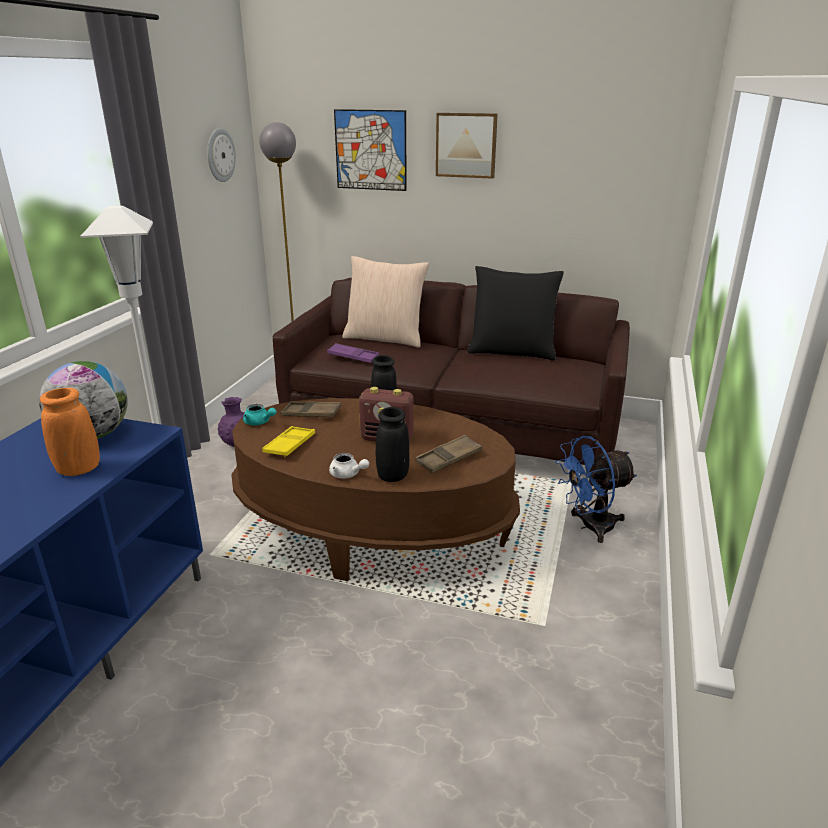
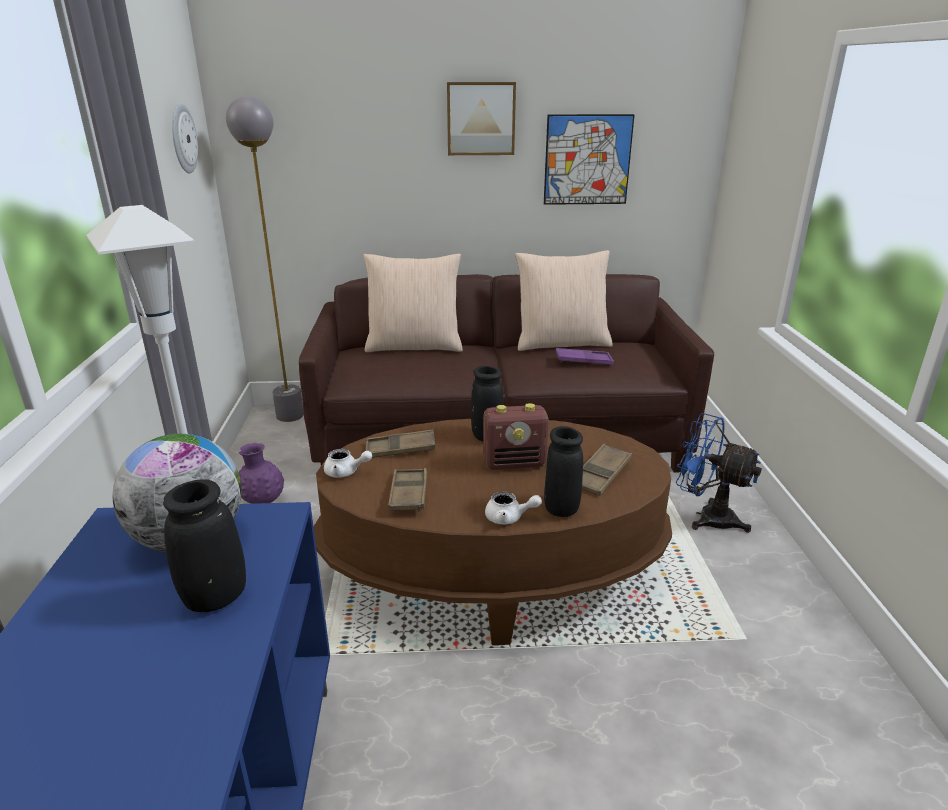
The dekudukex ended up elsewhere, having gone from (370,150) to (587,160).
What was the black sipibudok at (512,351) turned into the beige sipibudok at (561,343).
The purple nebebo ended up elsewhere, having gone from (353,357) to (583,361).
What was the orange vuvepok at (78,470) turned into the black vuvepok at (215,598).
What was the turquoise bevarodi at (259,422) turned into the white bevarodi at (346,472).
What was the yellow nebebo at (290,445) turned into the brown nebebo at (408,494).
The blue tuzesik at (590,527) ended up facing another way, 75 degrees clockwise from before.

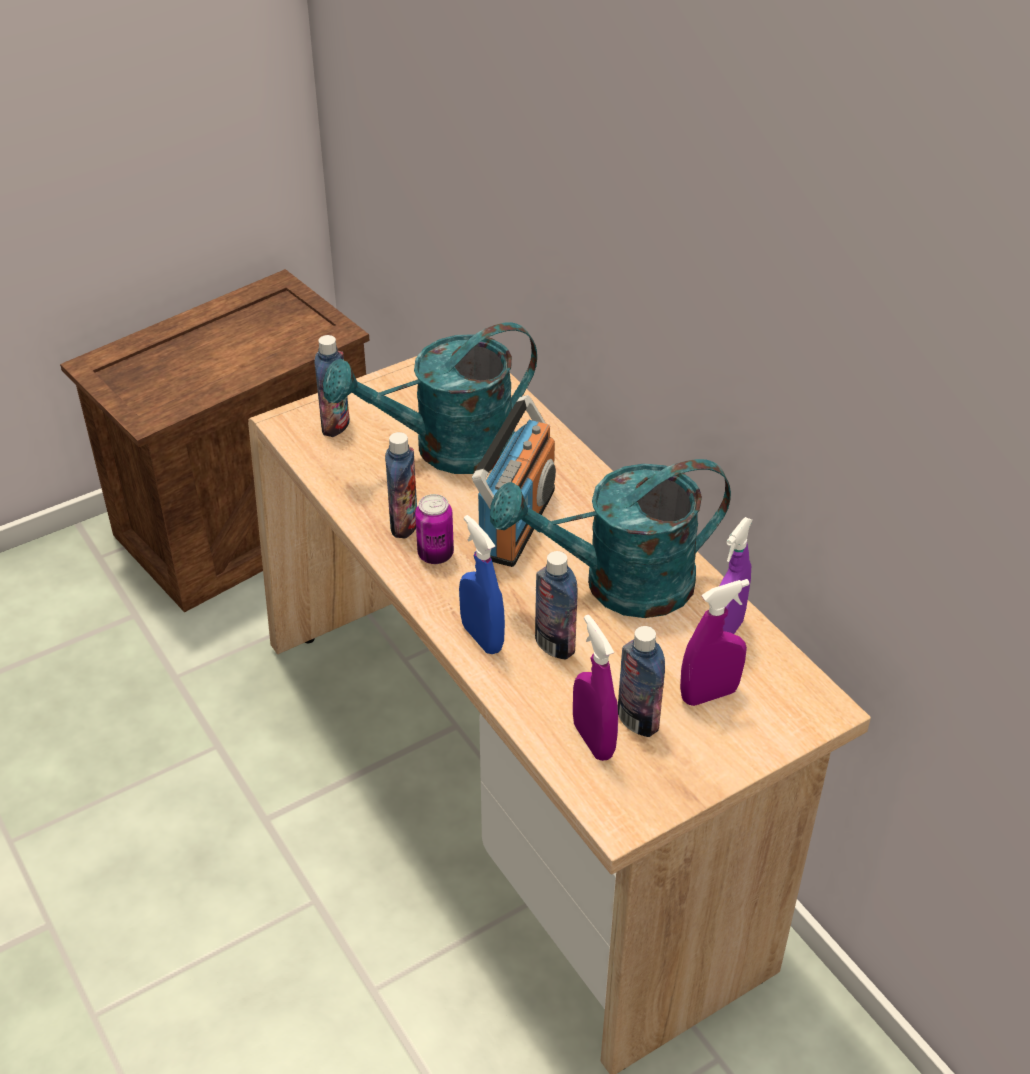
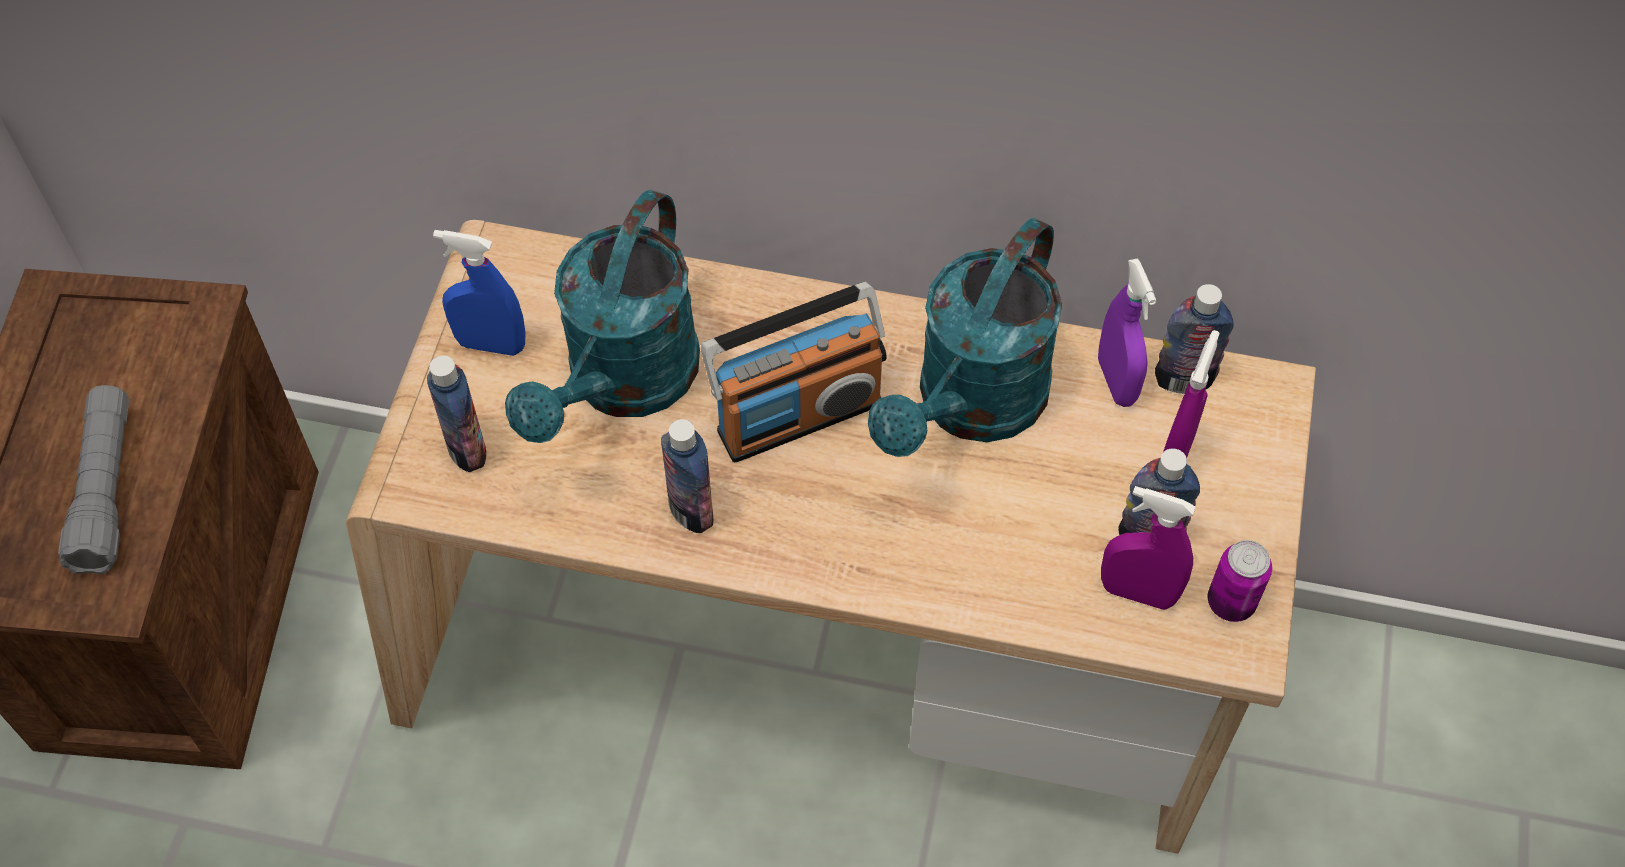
The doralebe at (517,523) ended up facing another way, 90 degrees clockwise from before.
The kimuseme ended up elsewhere, having gone from (435,555) to (1231,602).
The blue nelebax ended up elsewhere, having gone from (482,637) to (491,344).
The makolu ended up elsewhere, having gone from (554,645) to (1184,380).
The second view gained the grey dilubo at (106,490).

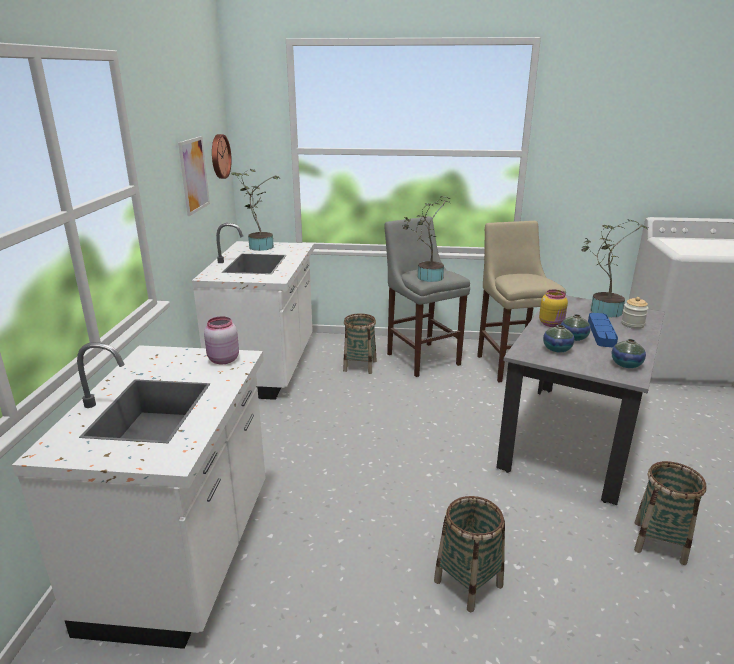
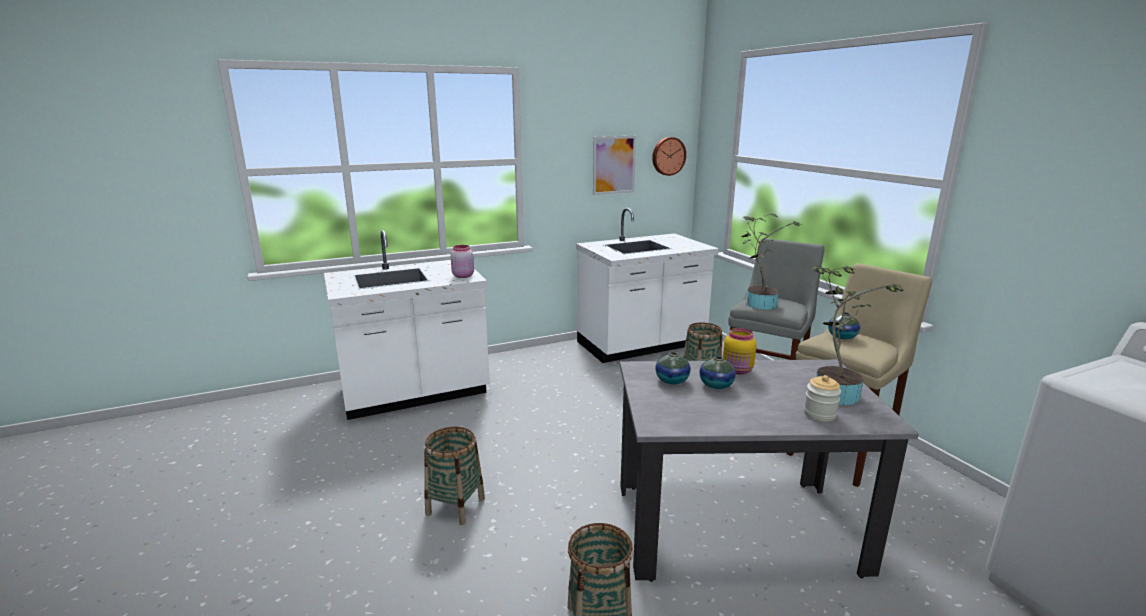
The second view lost the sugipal at (260,246).
The second view lost the blue nebebo at (601,333).
The vuvepok ended up elsewhere, having gone from (626,364) to (842,337).

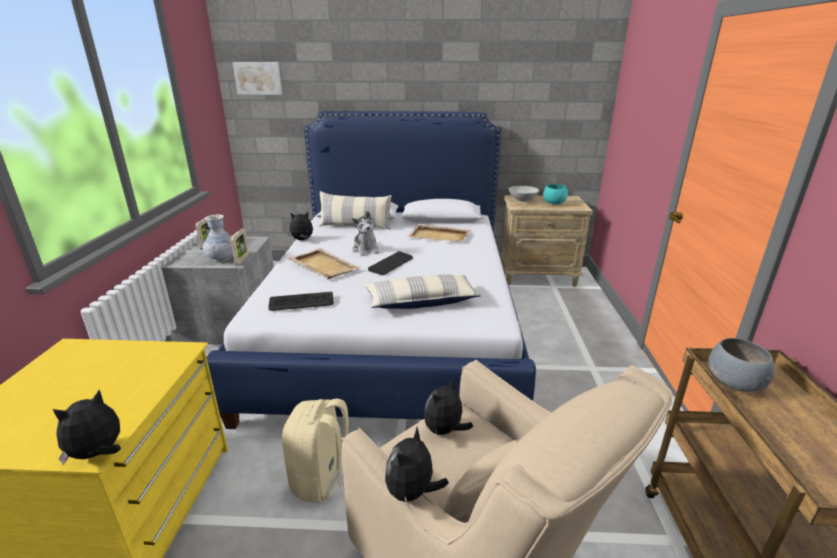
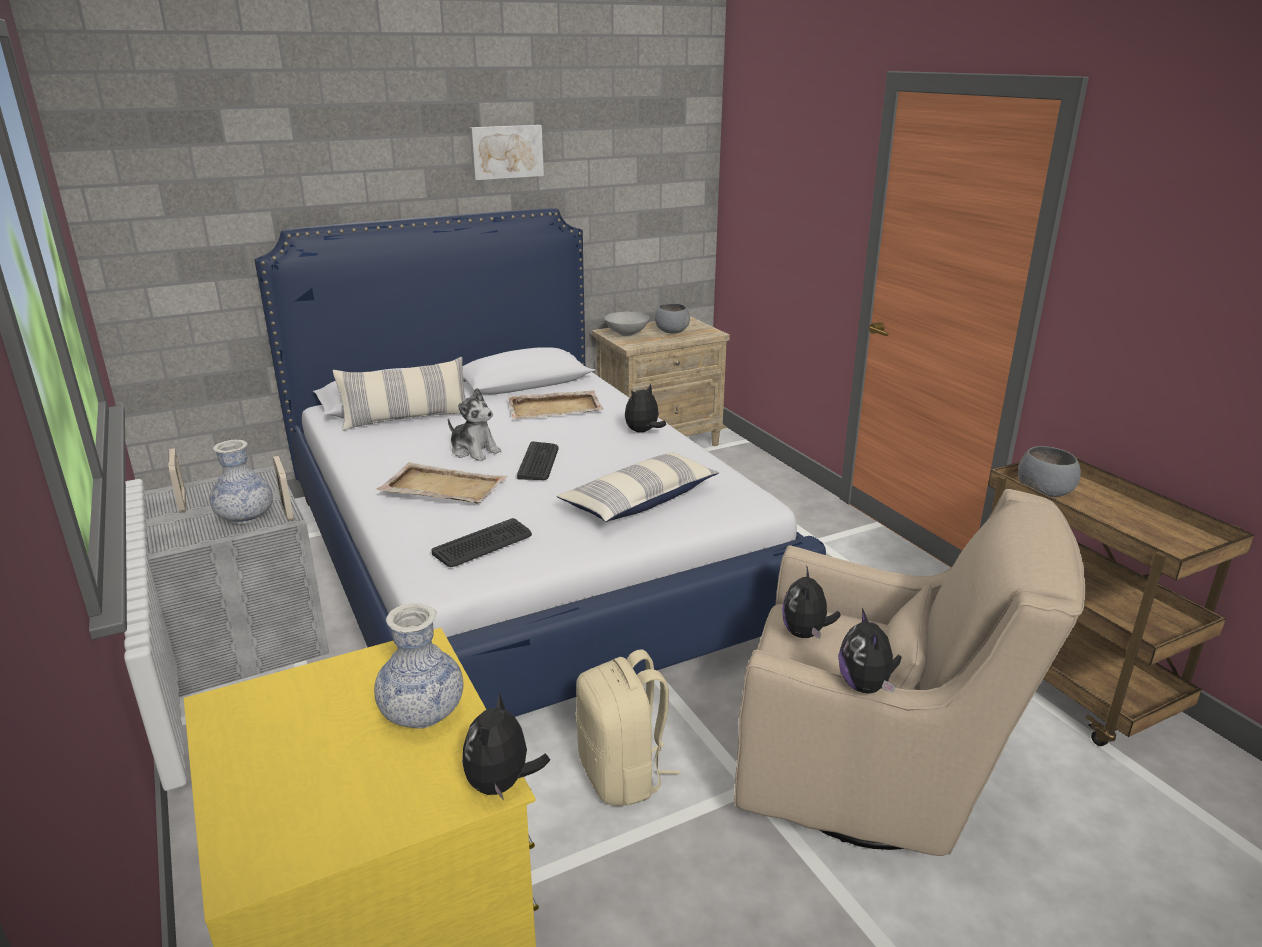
The dekudukex ended up elsewhere, having gone from (258,78) to (506,151).
What was the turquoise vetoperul at (554,203) turned into the grey vetoperul at (671,331).
The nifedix ended up elsewhere, having gone from (302,240) to (643,432).
The second view gained the vuvepok at (422,713).

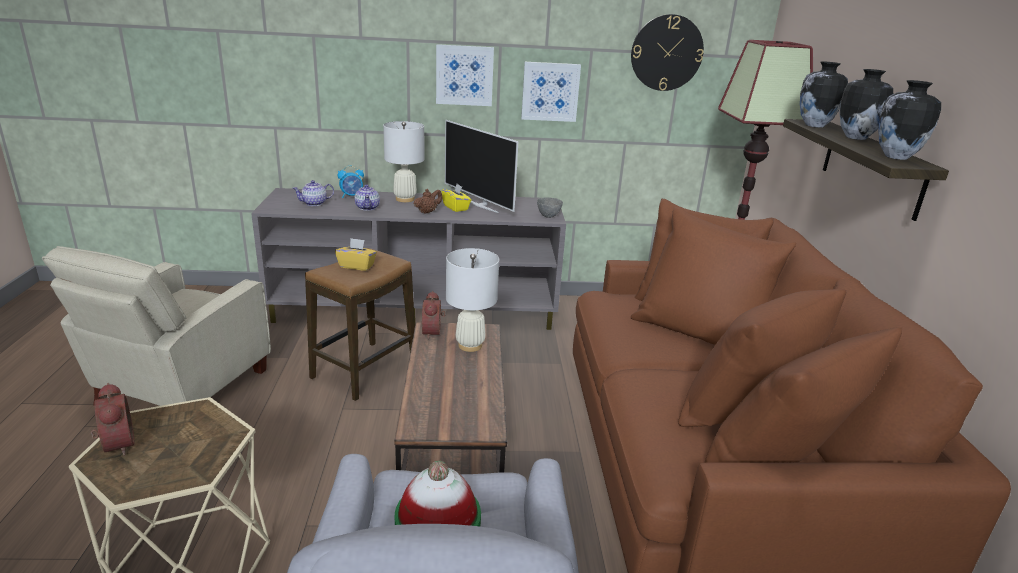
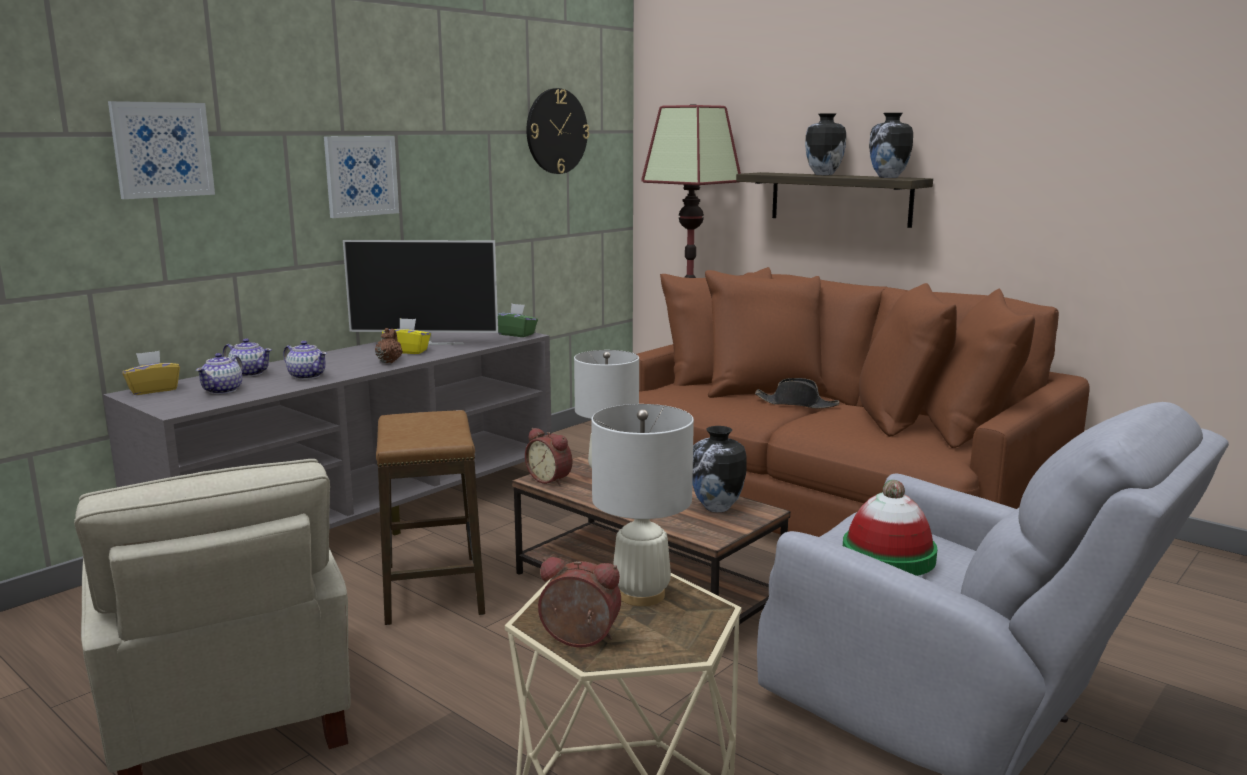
The vuvepok ended up elsewhere, having gone from (814,125) to (716,508).
The dekudukex ended up elsewhere, having gone from (550,91) to (162,150).
The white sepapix ended up elsewhere, having gone from (405,199) to (641,595).
Where the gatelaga stood at (352,196), the bevarodi came to stand at (249,373).
Where the grey vetoperul stood at (548,216), the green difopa came to stand at (516,334).
The yellow difopa ended up elsewhere, having gone from (357,266) to (153,390).
The second view gained the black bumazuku at (796,404).

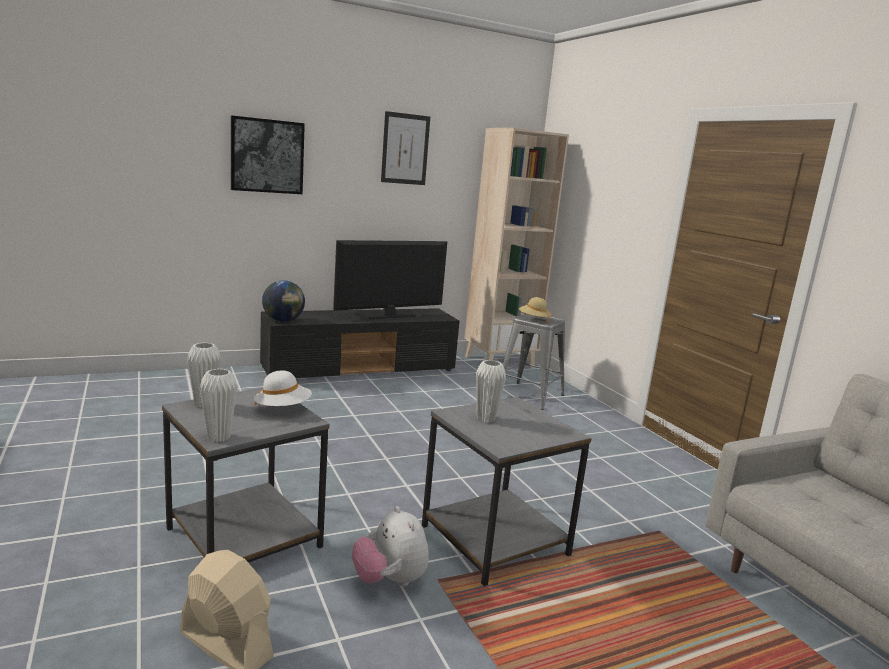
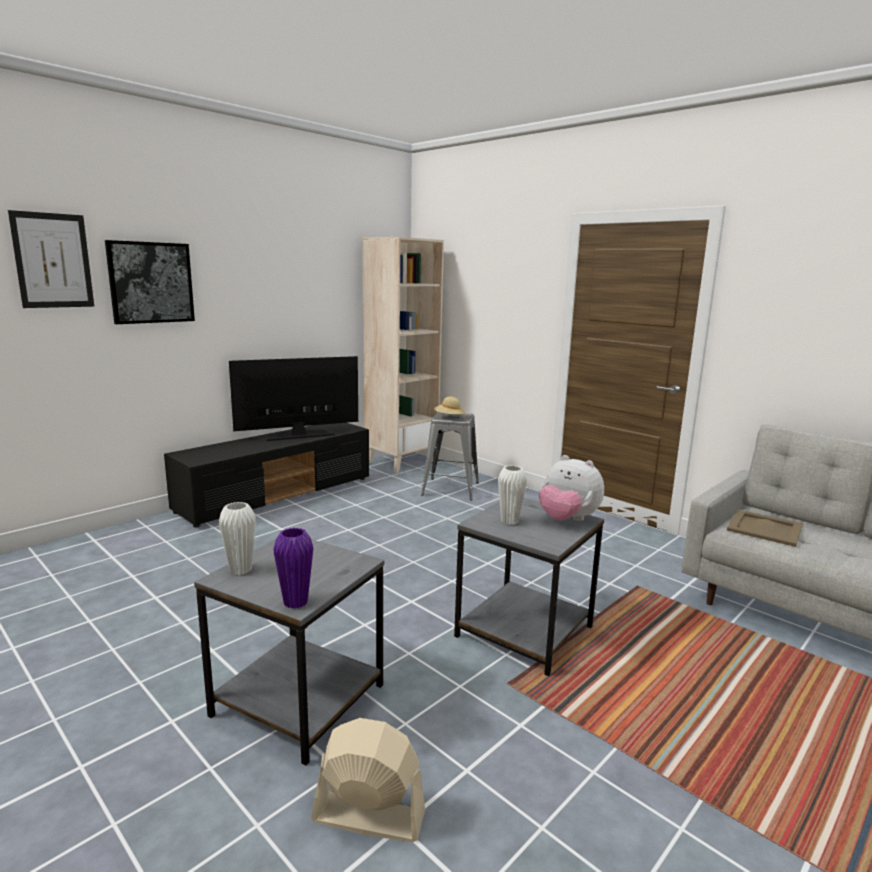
The dekudukex ended up elsewhere, having gone from (405,149) to (53,261).
The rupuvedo at (388,315) ended up facing another way, 150 degrees counterclockwise from before.
The second view lost the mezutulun at (283,321).
What was the white vuvepok at (219,437) turned into the purple vuvepok at (295,602).
The second view lost the white bumazuku at (283,409).
The nifedix ended up elsewhere, having gone from (389,580) to (567,520).
The second view gained the beige nebebo at (764,528).

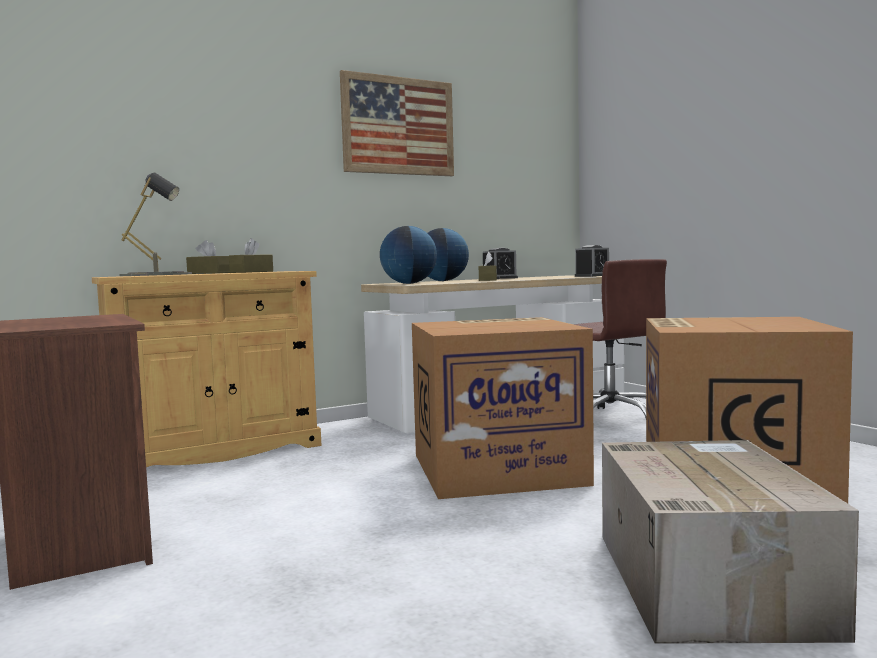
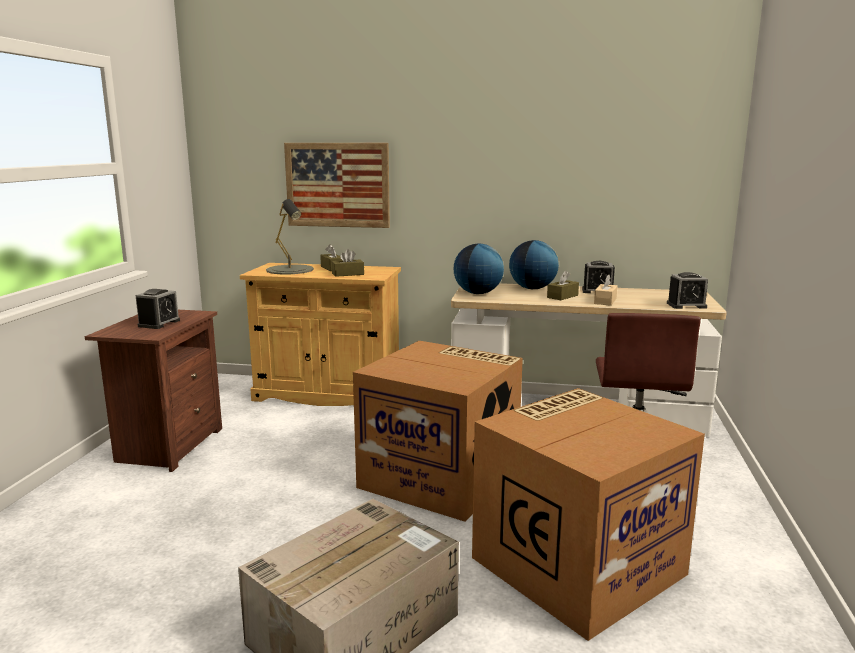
The dekudukex ended up elsewhere, having gone from (398,126) to (337,185).
The second view gained the beige difopa at (605,301).
The second view gained the gatelaga at (159,323).

